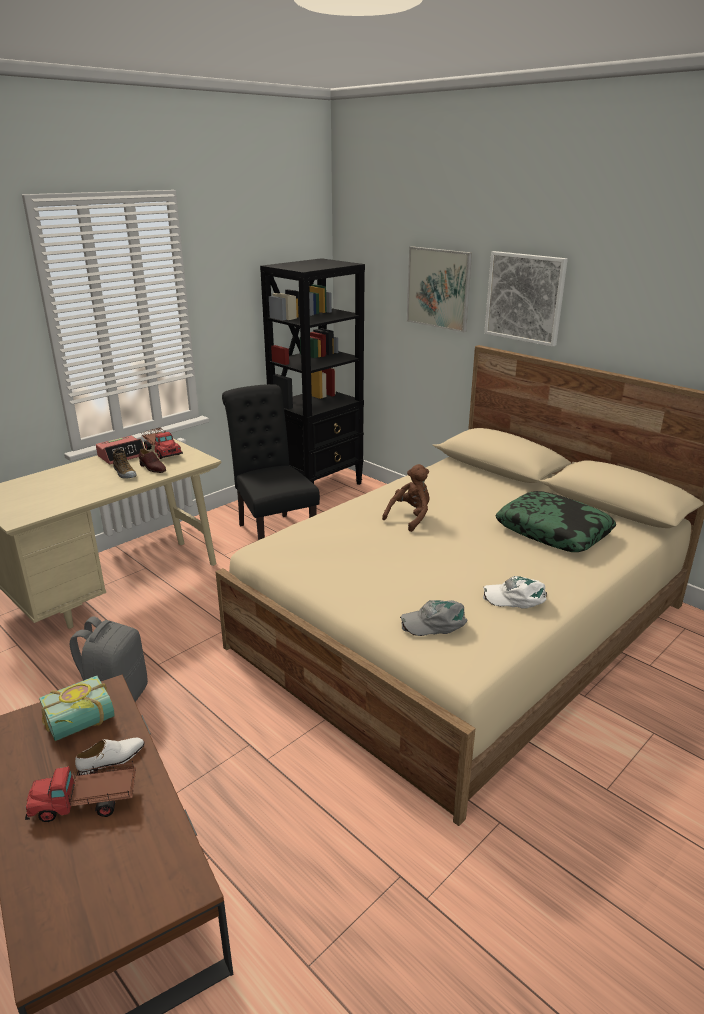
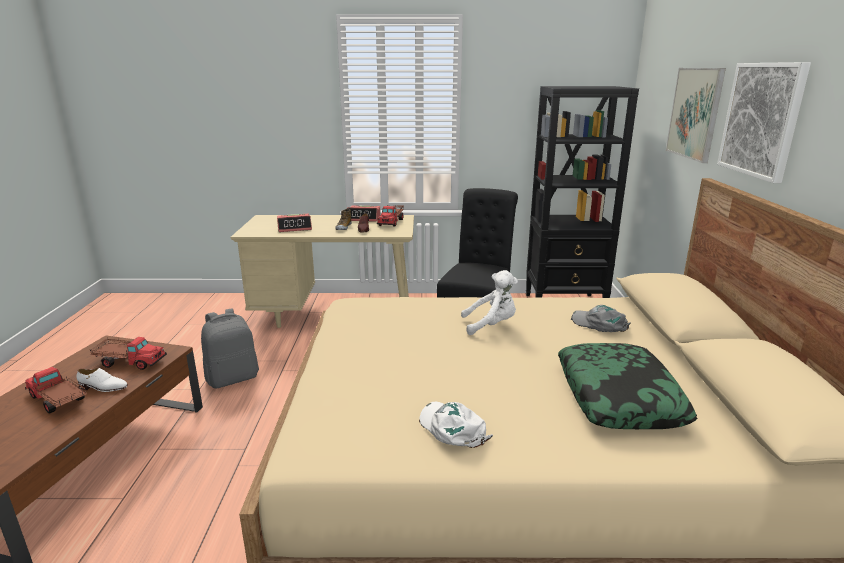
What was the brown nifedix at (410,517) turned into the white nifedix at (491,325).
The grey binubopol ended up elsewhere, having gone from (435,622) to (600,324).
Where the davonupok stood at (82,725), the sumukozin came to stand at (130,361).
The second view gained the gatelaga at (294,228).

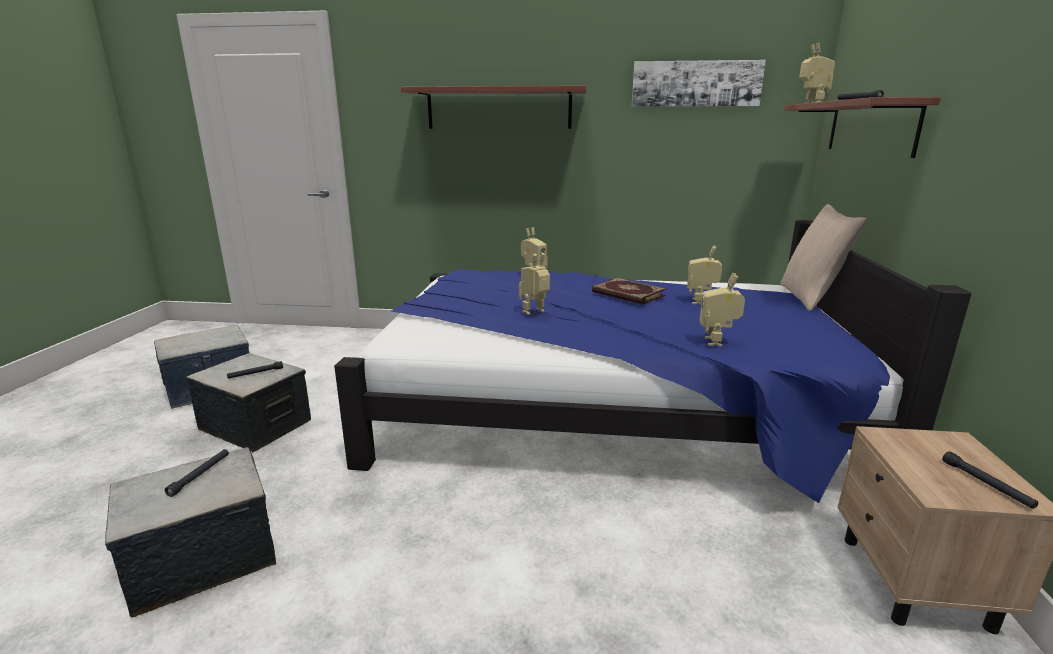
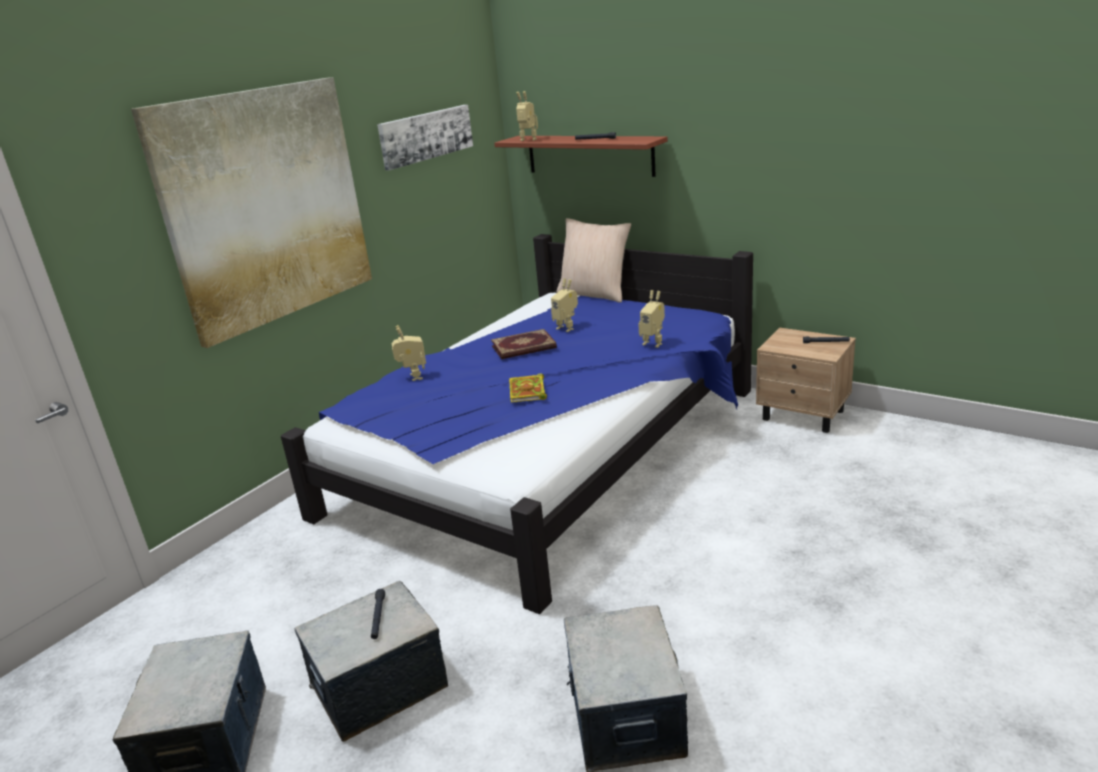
Where the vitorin hung at (499,108), the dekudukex came to hang at (266,206).
Where the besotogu stood at (535,312), the davonupok came to stand at (528,392).
The second view lost the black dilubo at (200,475).

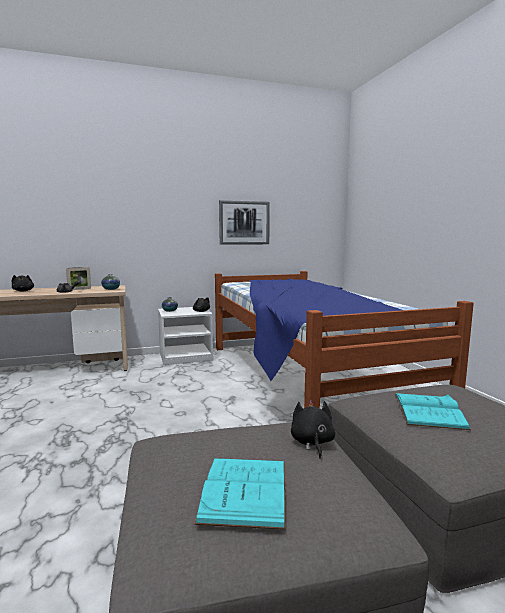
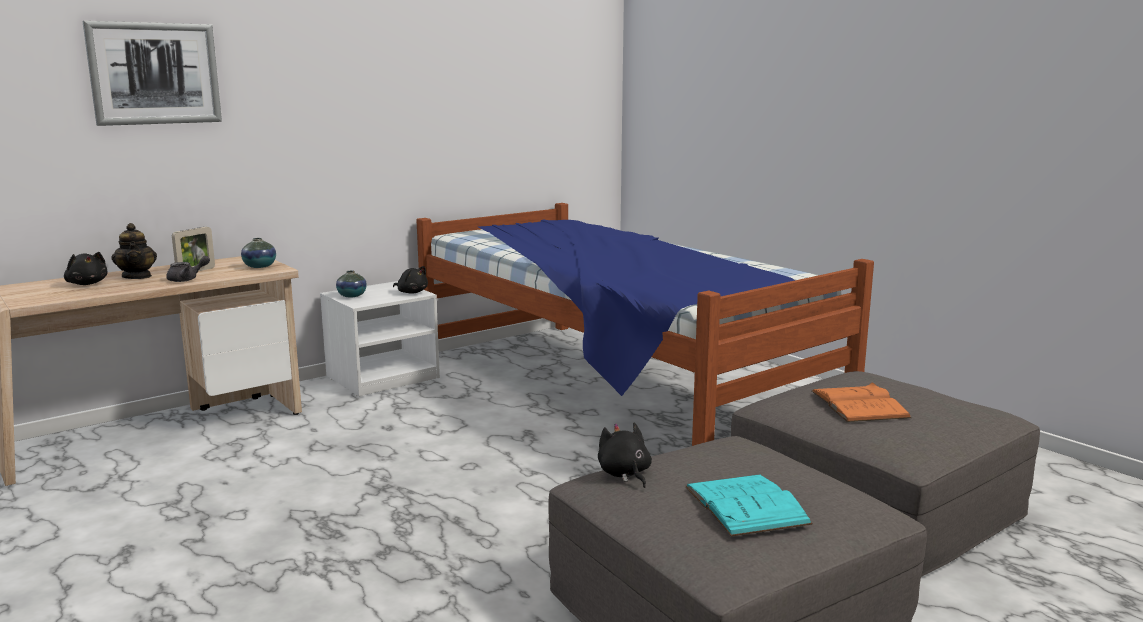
The dekudukex ended up elsewhere, having gone from (244,223) to (155,73).
What was the turquoise davonupok at (429,411) turned into the orange davonupok at (859,404).
The black nifedix ended up elsewhere, having gone from (312,442) to (624,474).
The second view gained the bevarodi at (137,276).

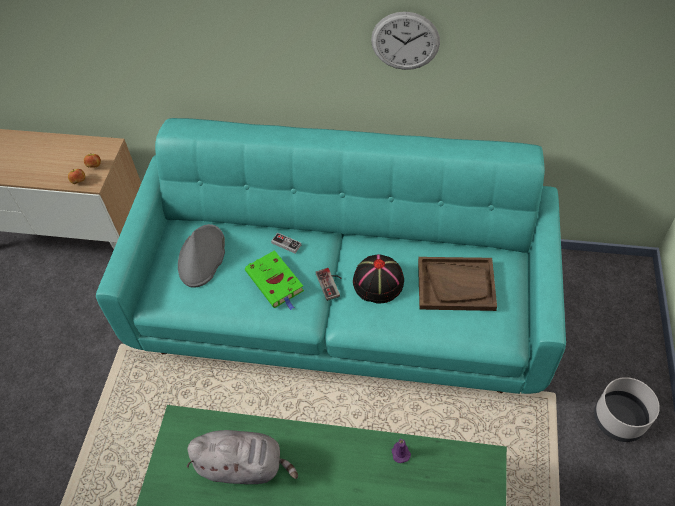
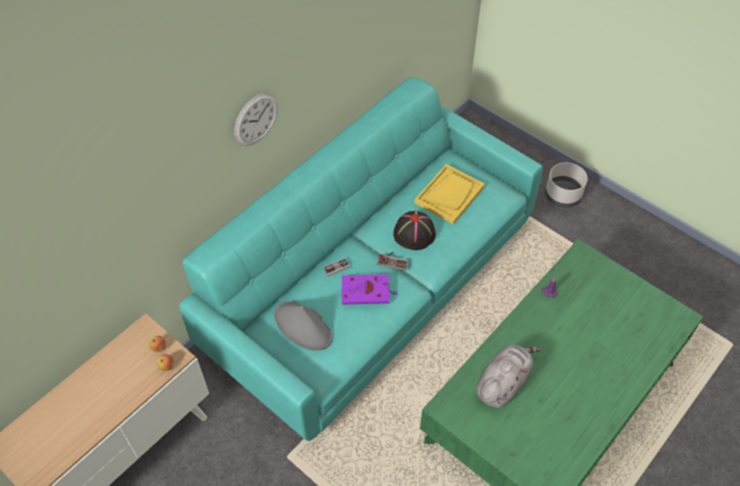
The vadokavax ended up elsewhere, having gone from (405,41) to (256,119).
What was the green davonupok at (276,282) turned into the purple davonupok at (367,291).
What was the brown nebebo at (456,285) turned into the yellow nebebo at (449,195).

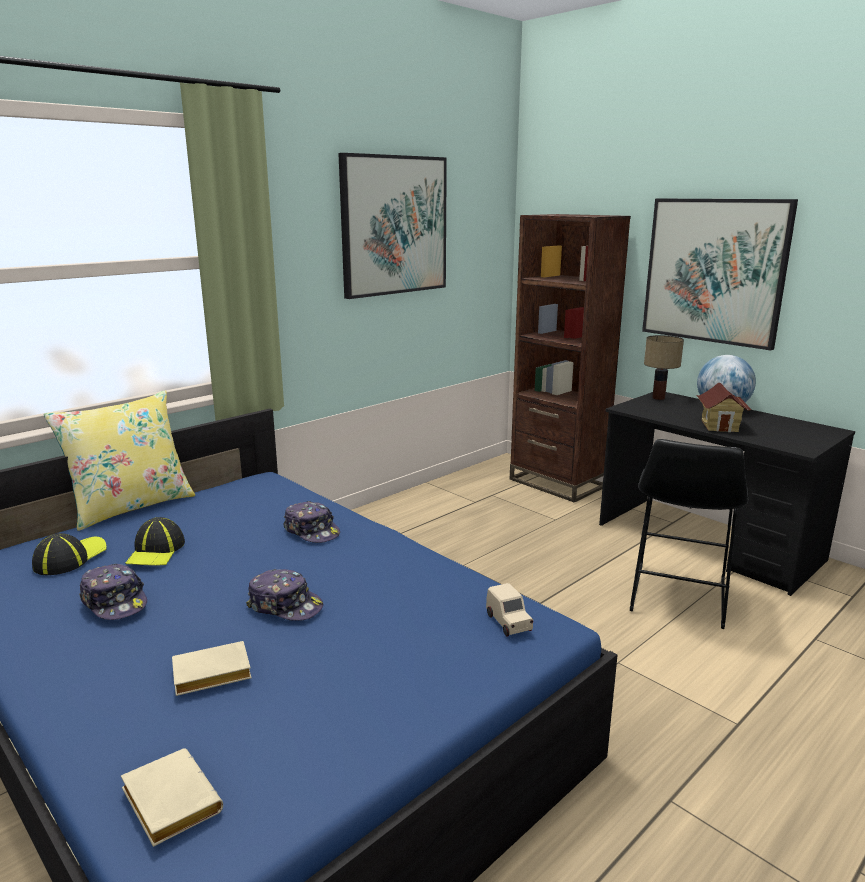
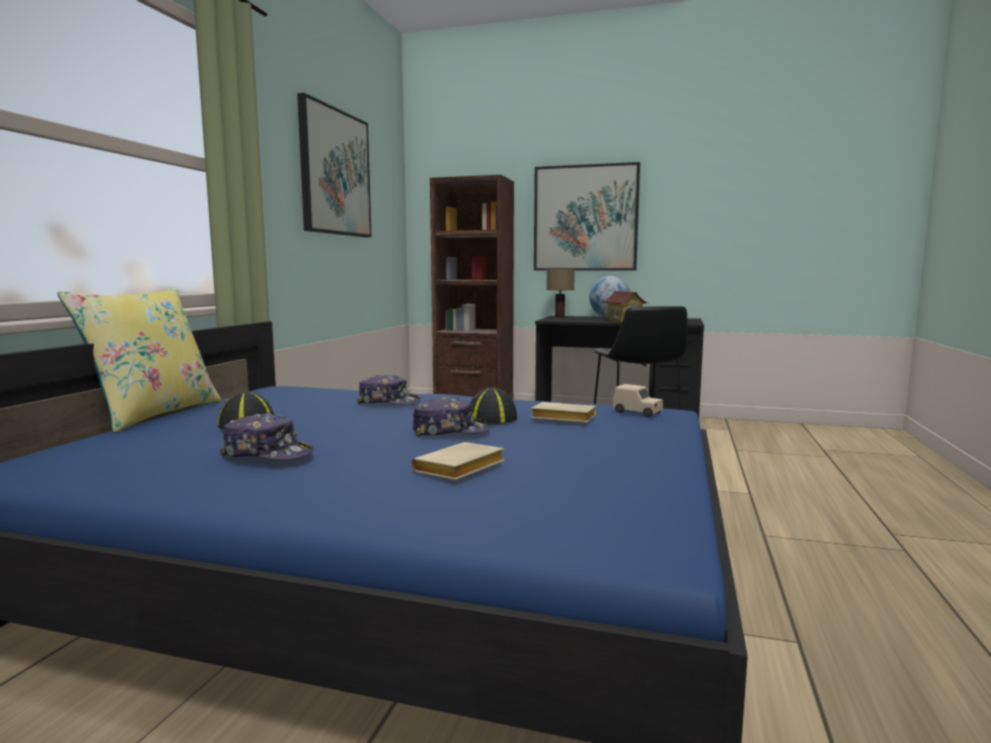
The binubopol ended up elsewhere, having gone from (70,558) to (489,416).
The beige davonupok ended up elsewhere, having gone from (168,802) to (561,419).

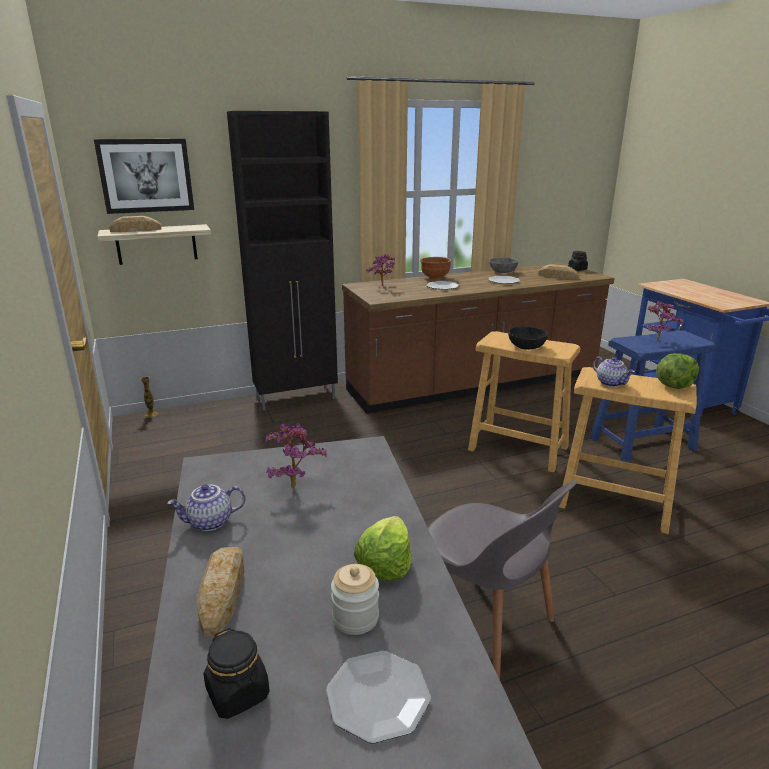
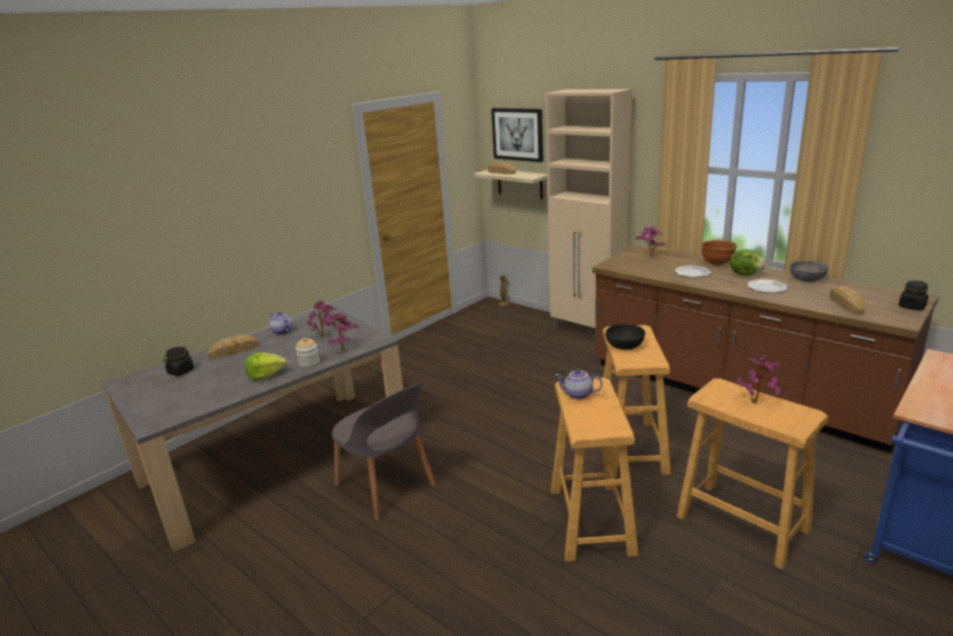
What was the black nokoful at (297,398) turned into the beige nokoful at (588,332).
What was the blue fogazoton at (643,444) turned into the beige fogazoton at (743,523).
The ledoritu ended up elsewhere, having gone from (674,386) to (745,274).
The bevarodi at (611,383) ended up facing another way, 75 degrees clockwise from before.
The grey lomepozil at (484,621) ended up facing another way, 60 degrees counterclockwise from before.
The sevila ended up elsewhere, having gone from (355,618) to (309,363).
The second view lost the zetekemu at (377,697).
The second view gained the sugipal at (342,349).

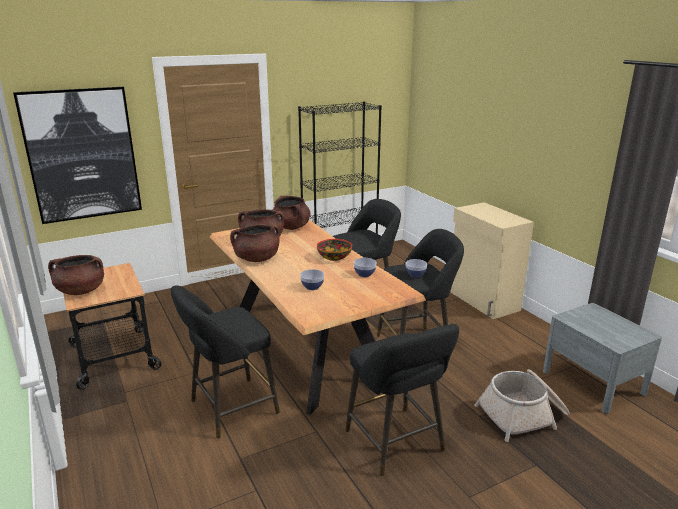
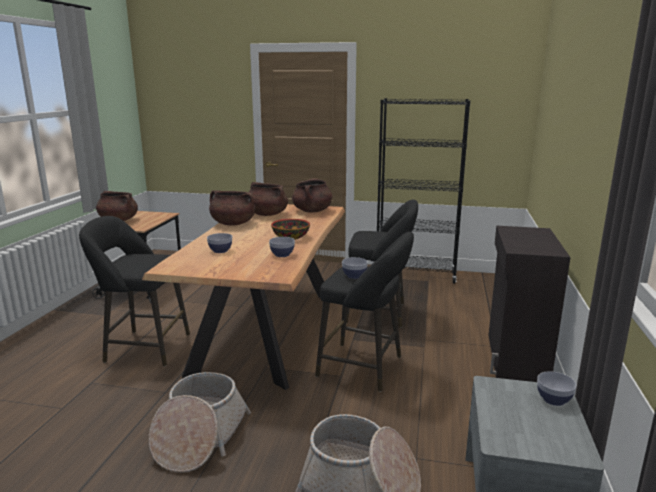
The second view lost the dekudukex at (82,155).
What was the beige nokoful at (483,301) turned into the black nokoful at (515,358).
Where the black fogazoton stood at (397,444), the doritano came to stand at (199,437).
The second view gained the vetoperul at (553,399).

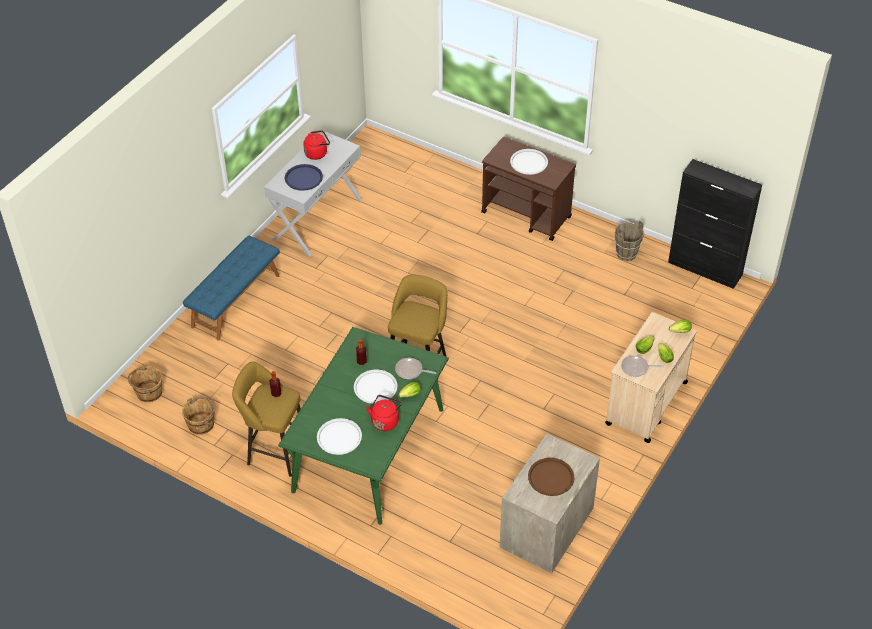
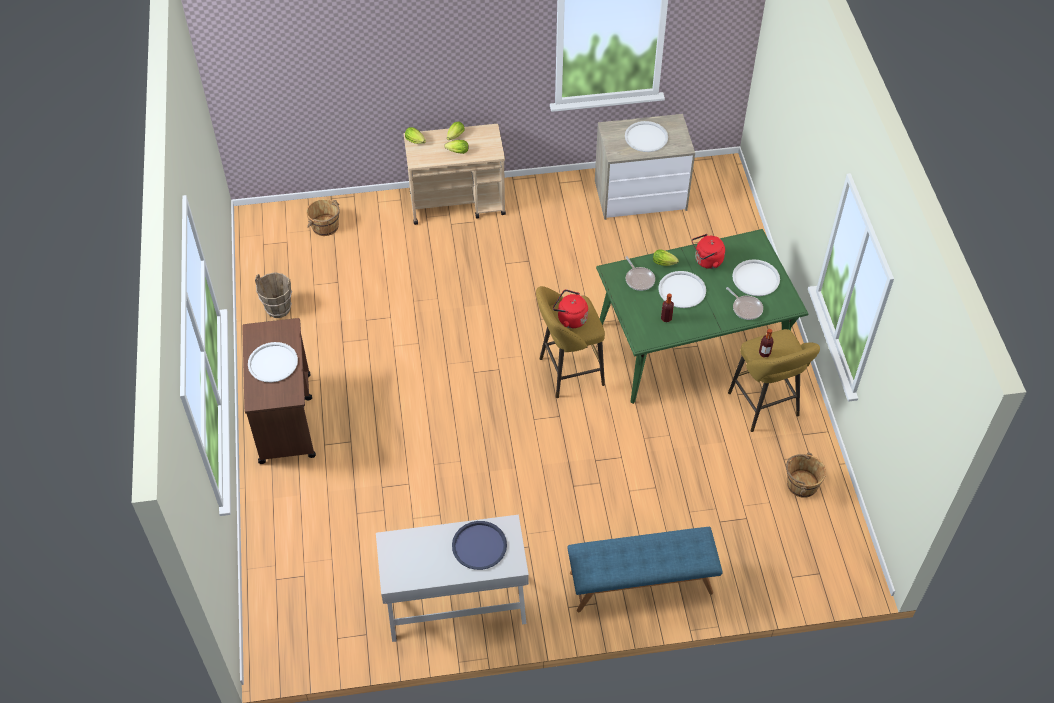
The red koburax ended up elsewhere, having gone from (317,153) to (570,319).
The second view lost the black nokoful at (705,269).
The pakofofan ended up elsewhere, having gone from (636,368) to (746,308).
The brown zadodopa ended up elsewhere, having gone from (148,392) to (325,227).
What was the brown nebebo at (551,477) turned into the white nebebo at (646,137).

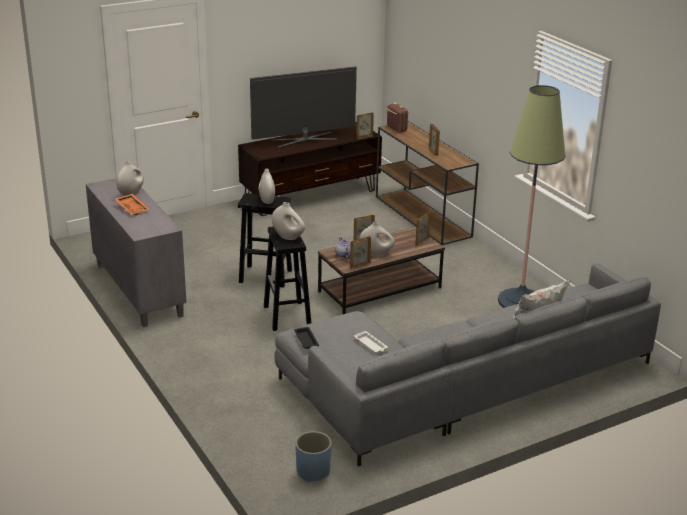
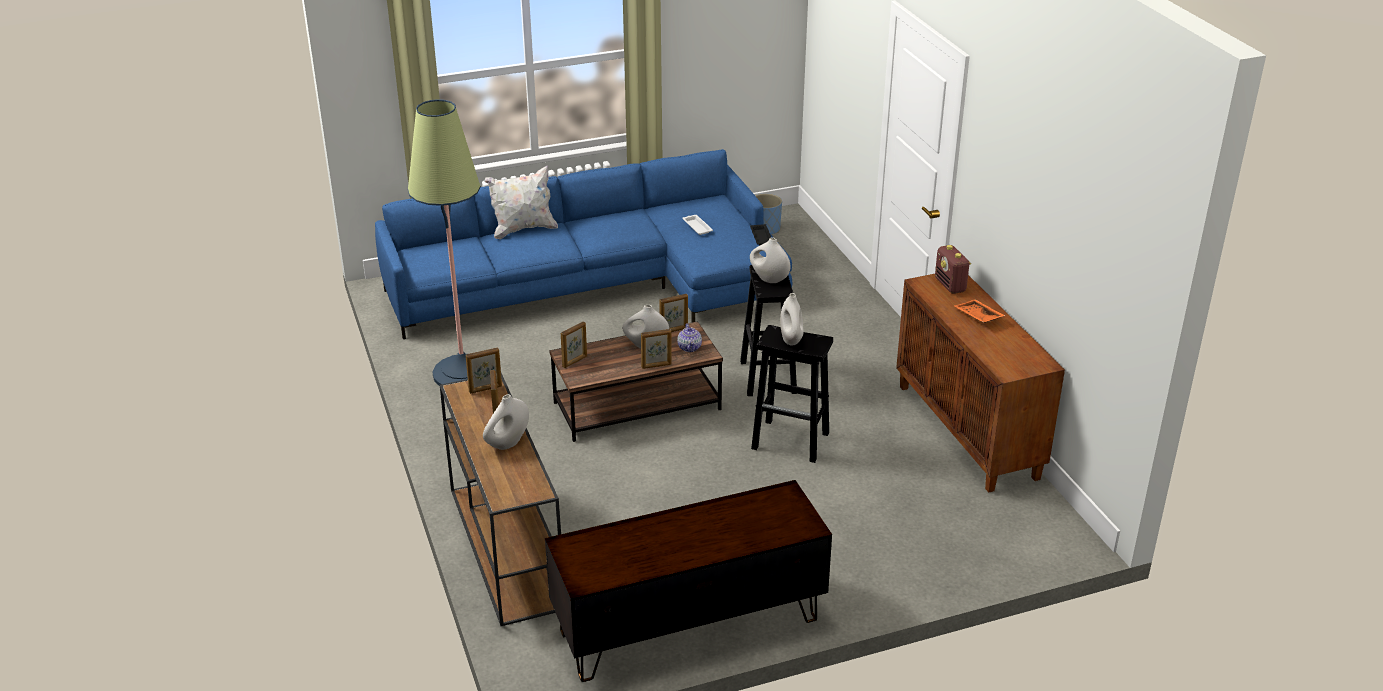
The second view lost the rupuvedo at (304,139).
The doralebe ended up elsewhere, having gone from (396,129) to (950,285).
The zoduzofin ended up elsewhere, having gone from (364,137) to (485,389).
The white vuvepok ended up elsewhere, having gone from (131,193) to (507,443).
What was the grey nokoful at (137,290) turned into the brown nokoful at (968,432).
What was the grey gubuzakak at (460,385) turned into the blue gubuzakak at (599,285).

